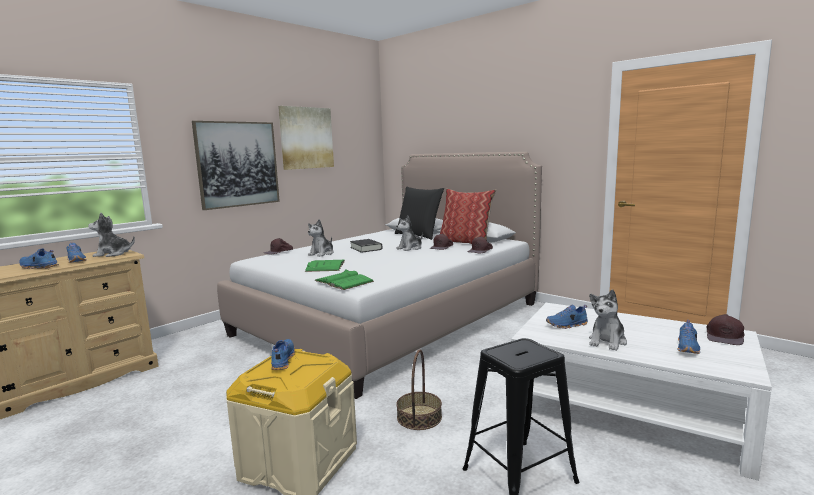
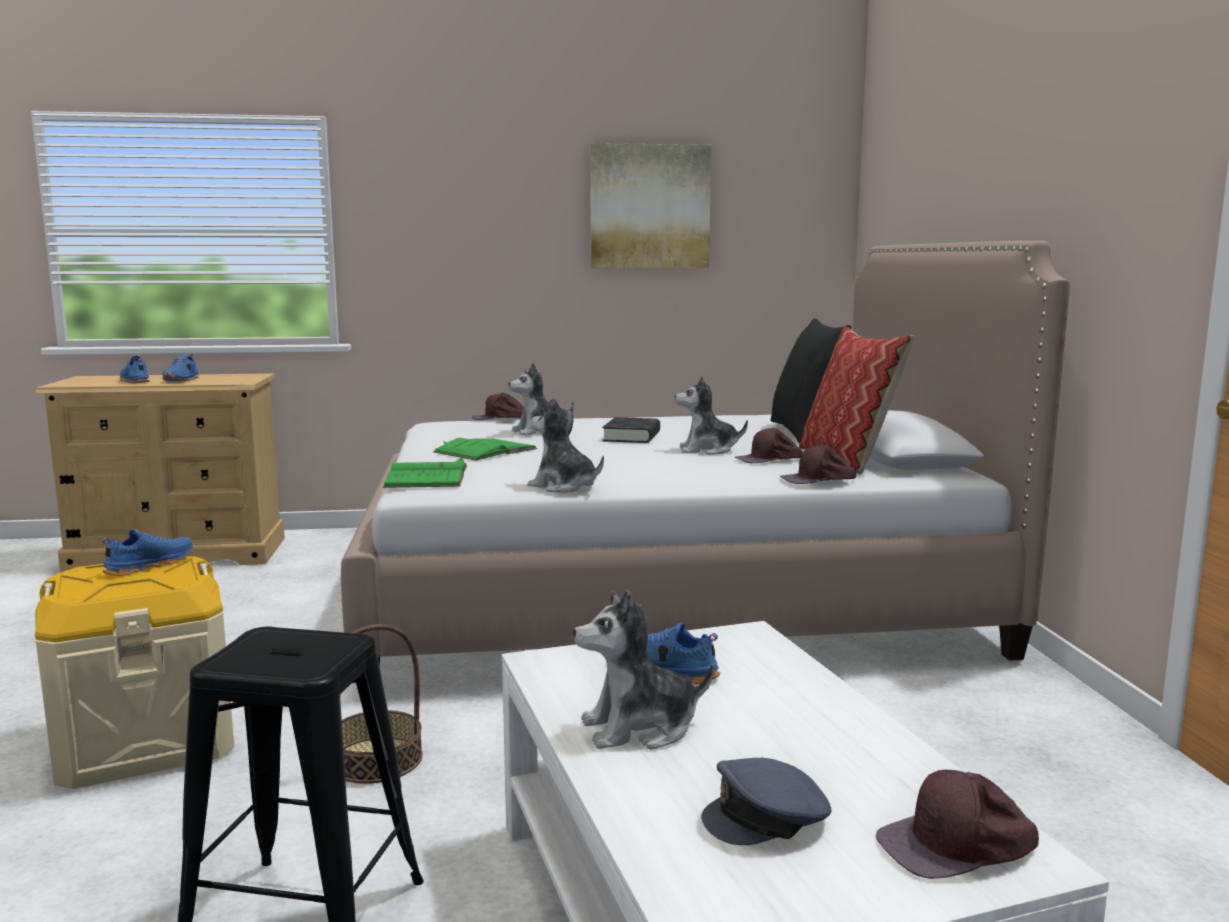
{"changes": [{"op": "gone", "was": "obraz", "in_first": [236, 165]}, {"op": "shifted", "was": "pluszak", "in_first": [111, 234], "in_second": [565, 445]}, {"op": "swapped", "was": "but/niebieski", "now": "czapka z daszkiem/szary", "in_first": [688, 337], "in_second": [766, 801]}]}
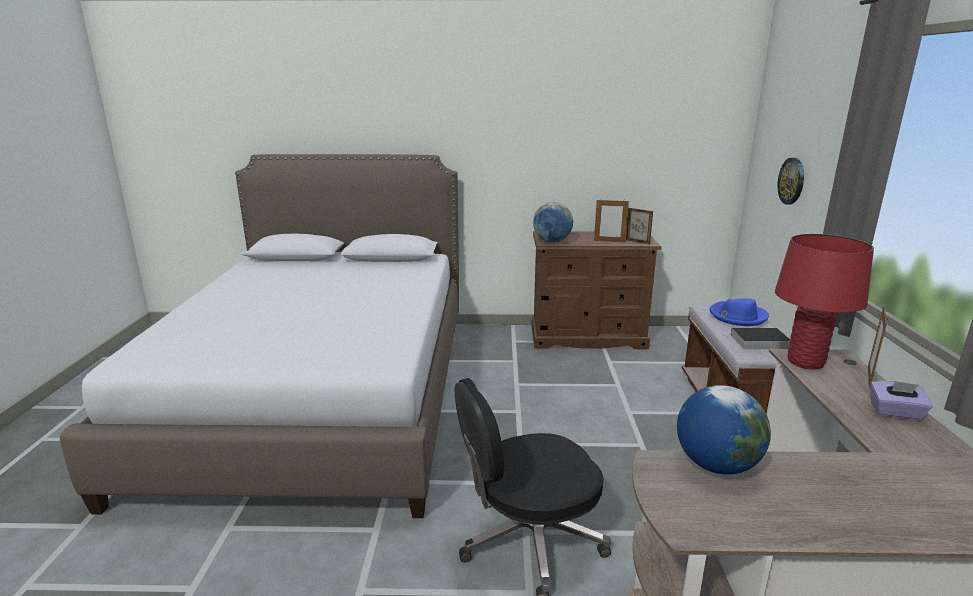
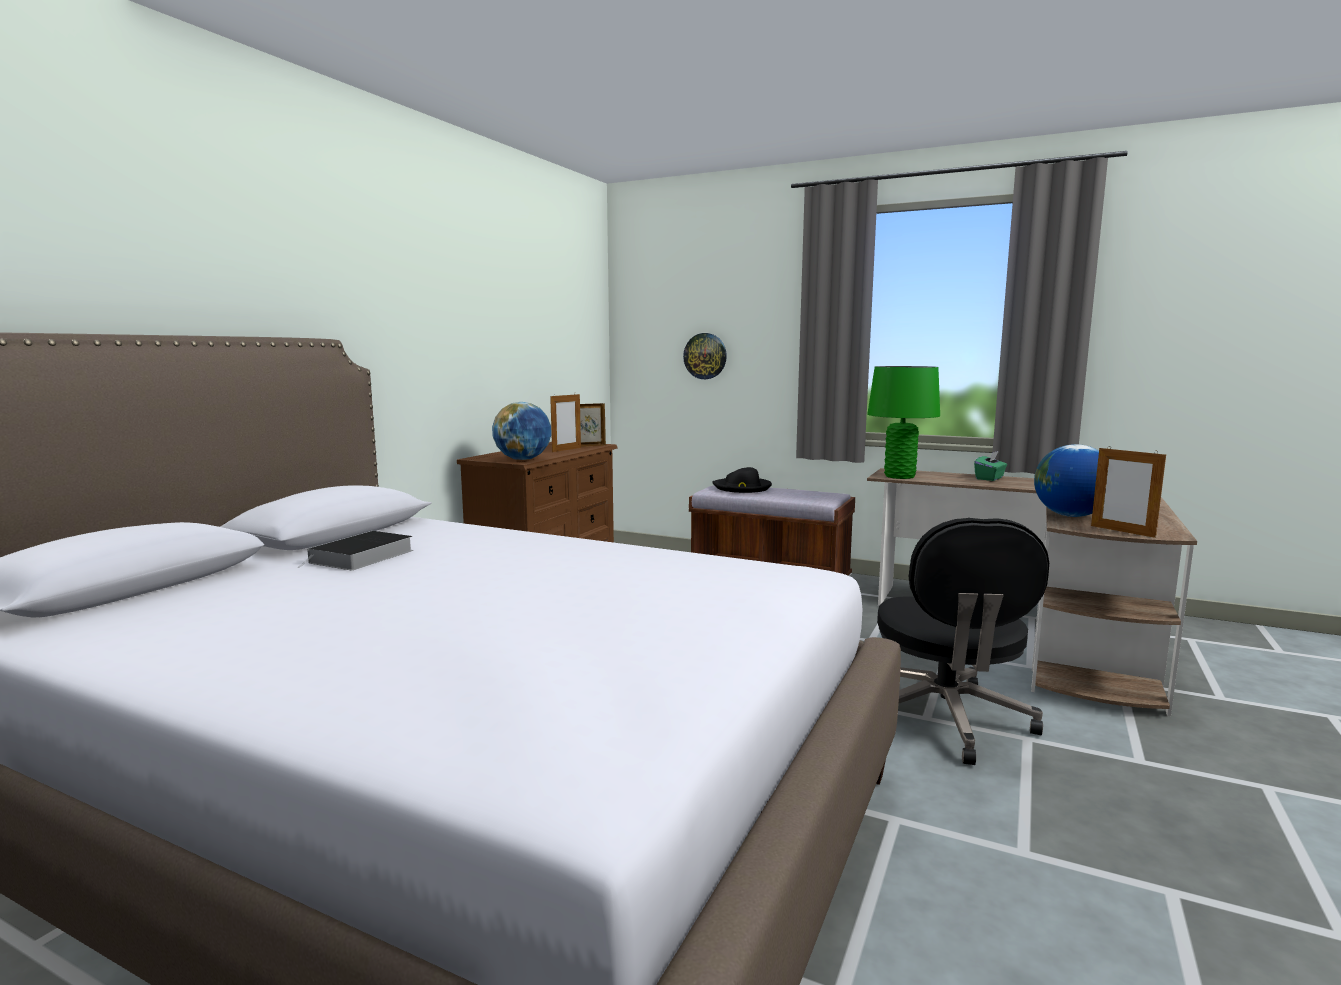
{"changes": [{"op": "shifted", "was": "książka", "in_first": [757, 339], "in_second": [355, 550]}, {"op": "shifted", "was": "ramka na zdjęcie", "in_first": [877, 347], "in_second": [1128, 492]}, {"op": "repainted", "was": "kapelusz/niebieski", "now": "kapelusz/czarny", "in_first": [739, 312], "in_second": [742, 480]}, {"op": "repainted", "was": "lampa stołowa/czerwony", "now": "lampa stołowa/zielony", "in_first": [824, 302], "in_second": [903, 422]}, {"op": "repainted", "was": "pudełko chusteczek/fioletowy", "now": "pudełko chusteczek/zielony", "in_first": [901, 400], "in_second": [990, 466]}]}
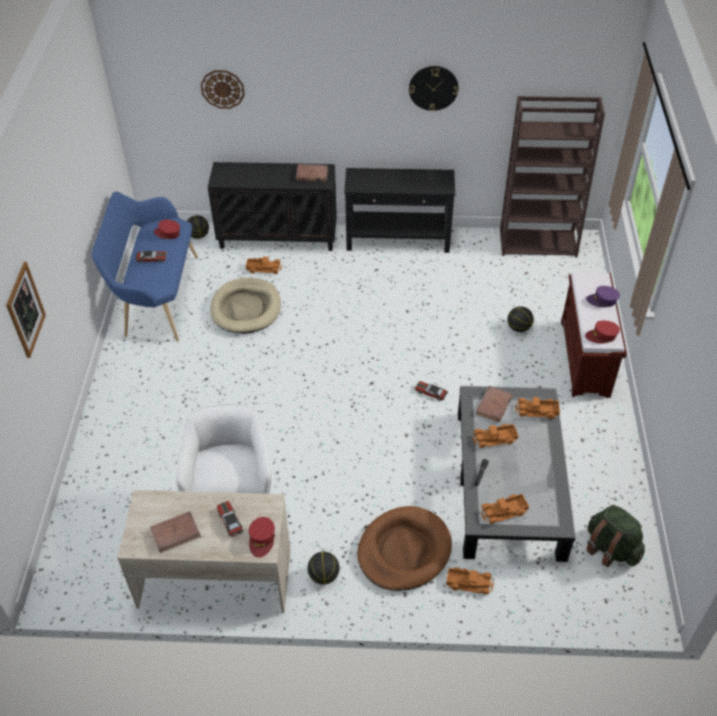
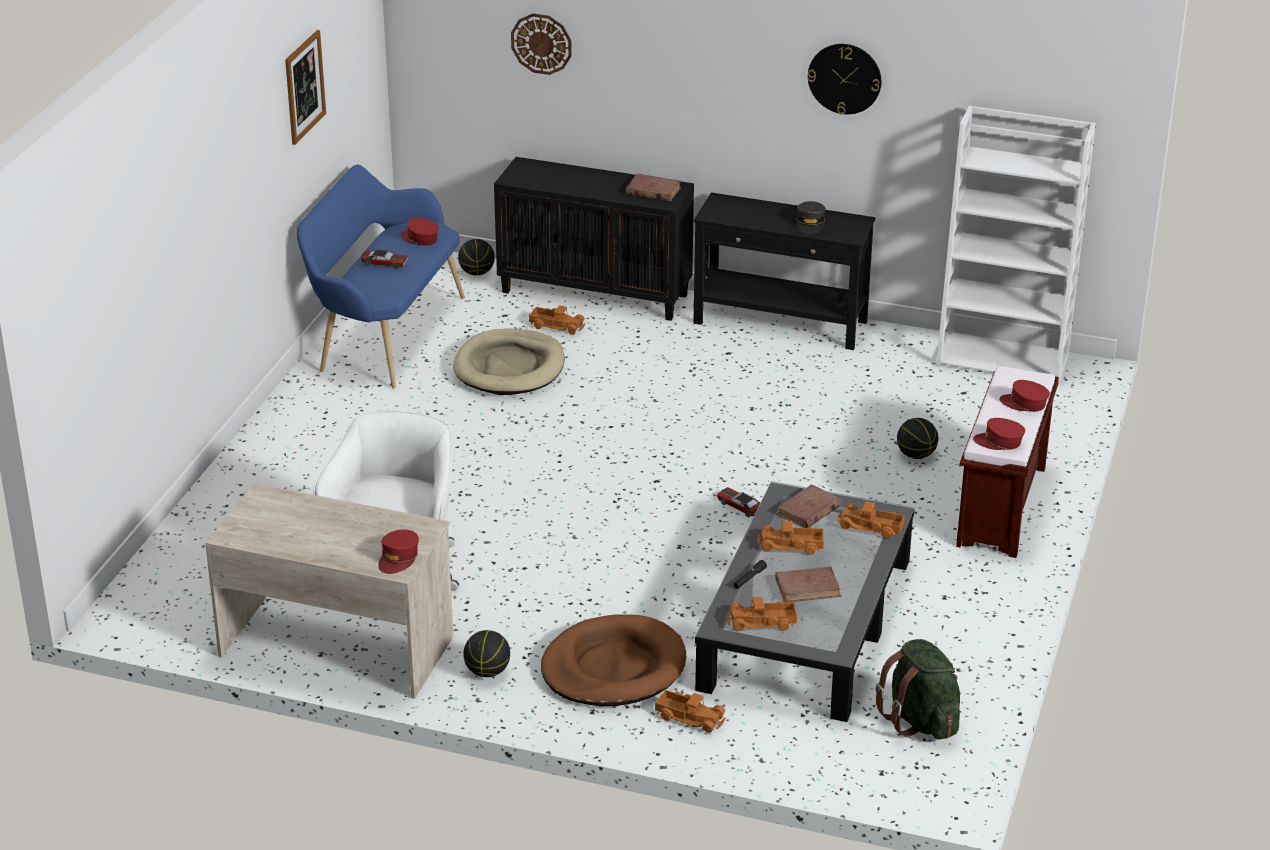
{"changes": [{"op": "gone", "was": "samochodzik", "in_first": [230, 519]}, {"op": "new", "now": "czapka z daszkiem/szary", "in_second": [811, 217]}, {"op": "shifted", "was": "obraz", "in_first": [26, 310], "in_second": [305, 87]}, {"op": "shifted", "was": "książka/brązowy", "in_first": [175, 532], "in_second": [808, 584]}, {"op": "repainted", "was": "regał/brązowy", "now": "regał/biały", "in_first": [552, 177], "in_second": [1016, 245]}, {"op": "repainted", "was": "czapka z daszkiem/fioletowy", "now": "czapka z daszkiem/czerwony", "in_first": [603, 296], "in_second": [1024, 396]}]}
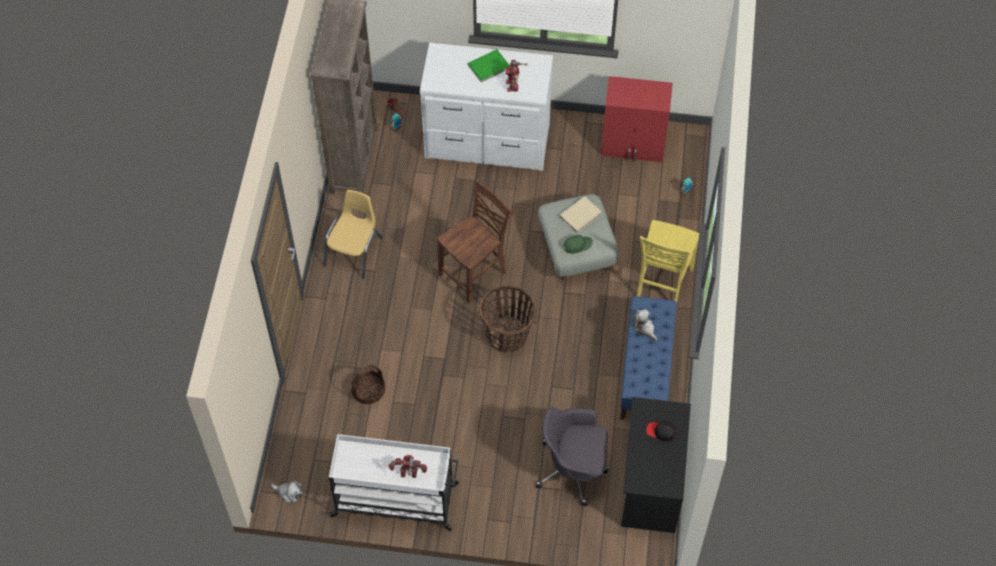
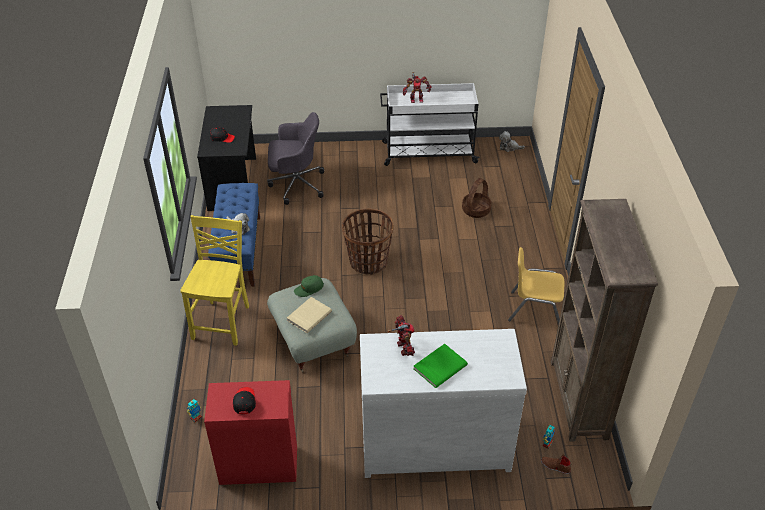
{"changes": [{"op": "gone", "was": "krzesło/brązowy", "in_first": [474, 242]}, {"op": "new", "now": "czapka z daszkiem/czarny", "in_second": [244, 400]}, {"op": "rotated", "was": "krzesło/żółty", "in_first": [353, 234], "in_second": [536, 286], "clockwise": 90}]}
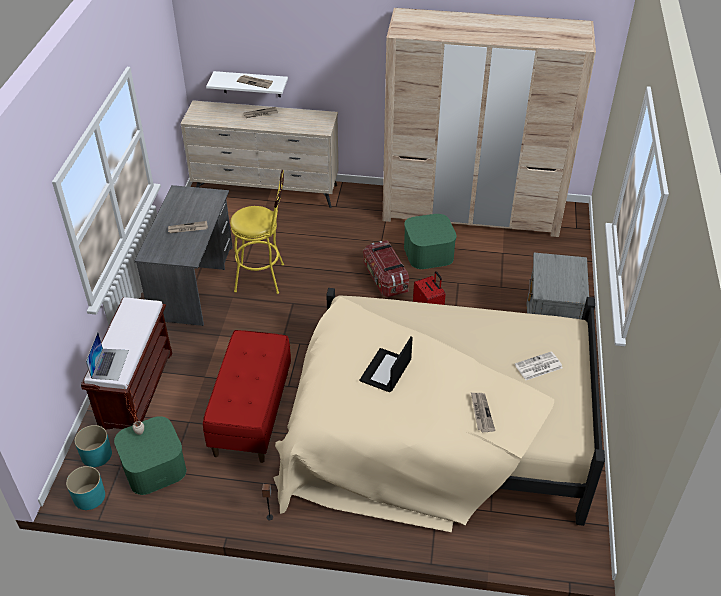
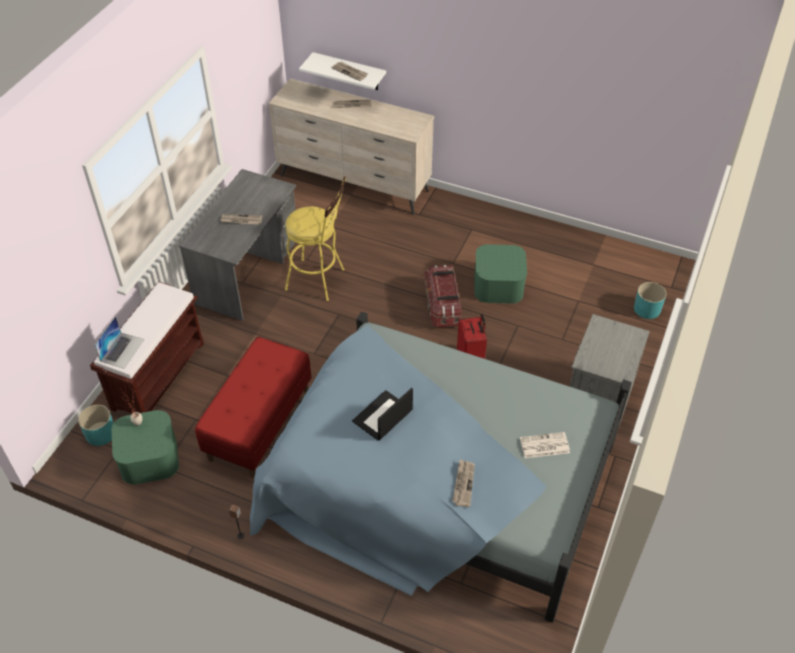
{"changes": [{"op": "gone", "was": "szafa/beżowy", "in_first": [489, 122]}, {"op": "shifted", "was": "donica/turkusowy", "in_first": [85, 488], "in_second": [650, 300]}, {"op": "repainted", "was": "łóżko/beżowy", "now": "łóżko/niebieski", "in_first": [439, 410], "in_second": [441, 467]}]}
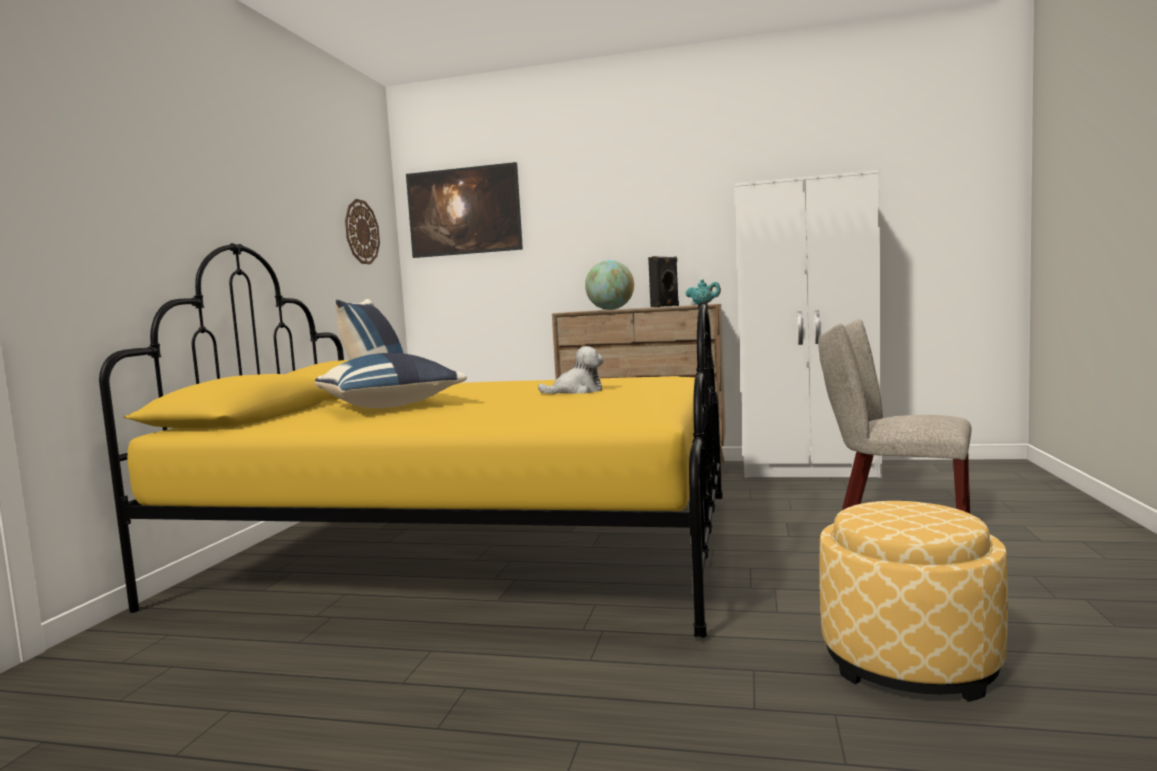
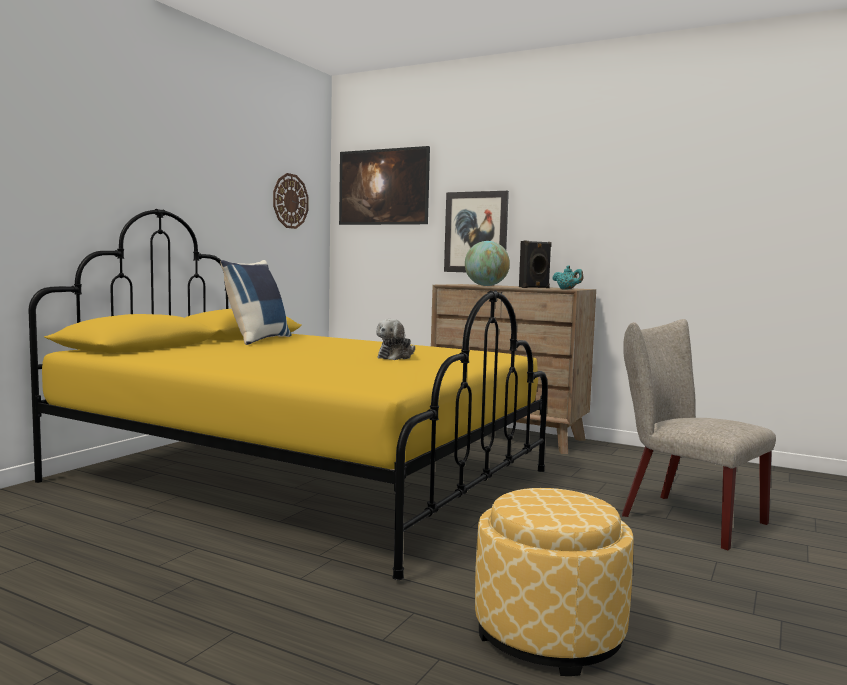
{"changes": [{"op": "gone", "was": "poduszka/niebieski", "in_first": [391, 380]}, {"op": "gone", "was": "szafa/biały", "in_first": [808, 324]}, {"op": "new", "now": "obraz", "in_second": [476, 231]}, {"op": "rotated", "was": "pluszak", "in_first": [571, 370], "in_second": [395, 339], "clockwise": 120}]}
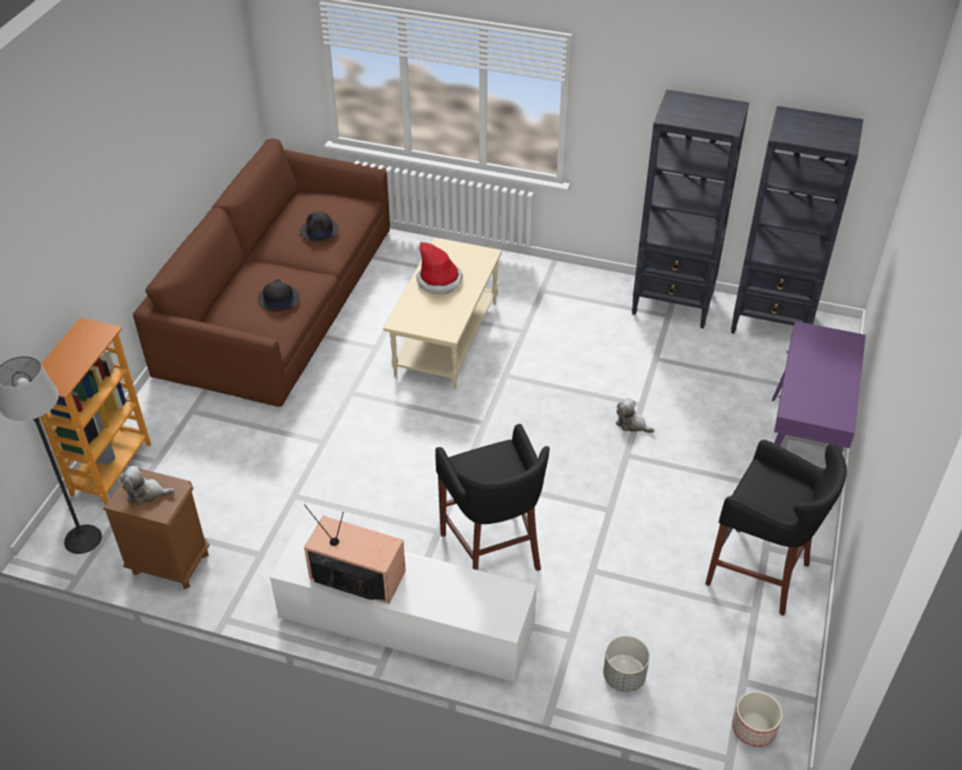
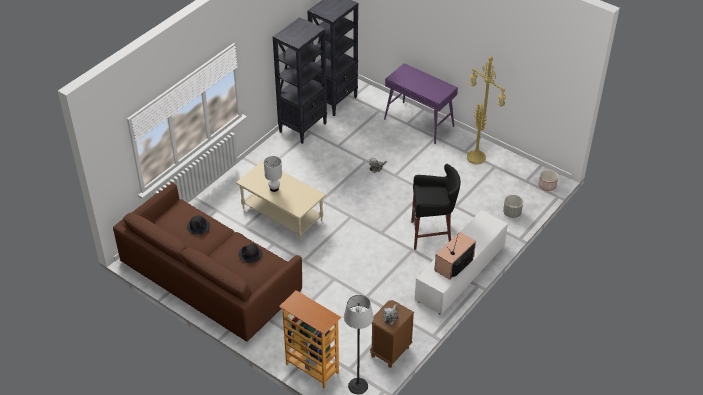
{"changes": [{"op": "swapped", "was": "kapelusz", "now": "lampa stołowa/biały", "in_first": [439, 268], "in_second": [273, 174]}, {"op": "swapped", "was": "stołek/czarny", "now": "lampa stojąca/żółty", "in_first": [776, 528], "in_second": [486, 110]}]}
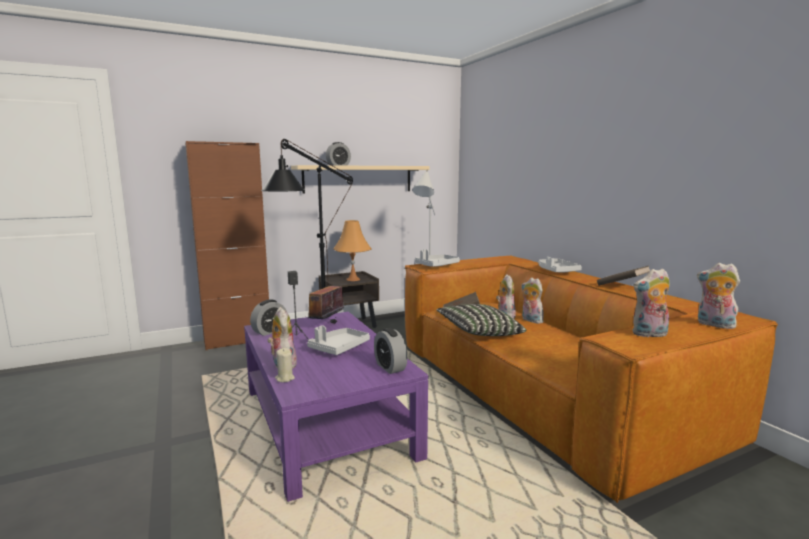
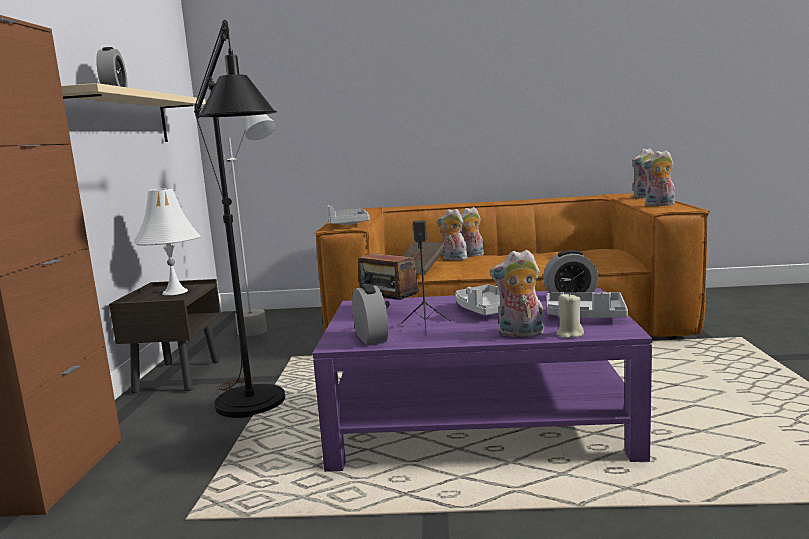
{"changes": [{"op": "gone", "was": "poduszka", "in_first": [481, 320]}, {"op": "gone", "was": "książka/brązowy", "in_first": [623, 276]}, {"op": "shifted", "was": "taca/szary", "in_first": [560, 265], "in_second": [587, 305]}, {"op": "repainted", "was": "lampa stołowa/pomarańczowy", "now": "lampa stołowa/biały", "in_first": [352, 250], "in_second": [167, 241]}, {"op": "rotated", "was": "pluszak", "in_first": [651, 302], "in_second": [658, 178], "clockwise": 75}]}
